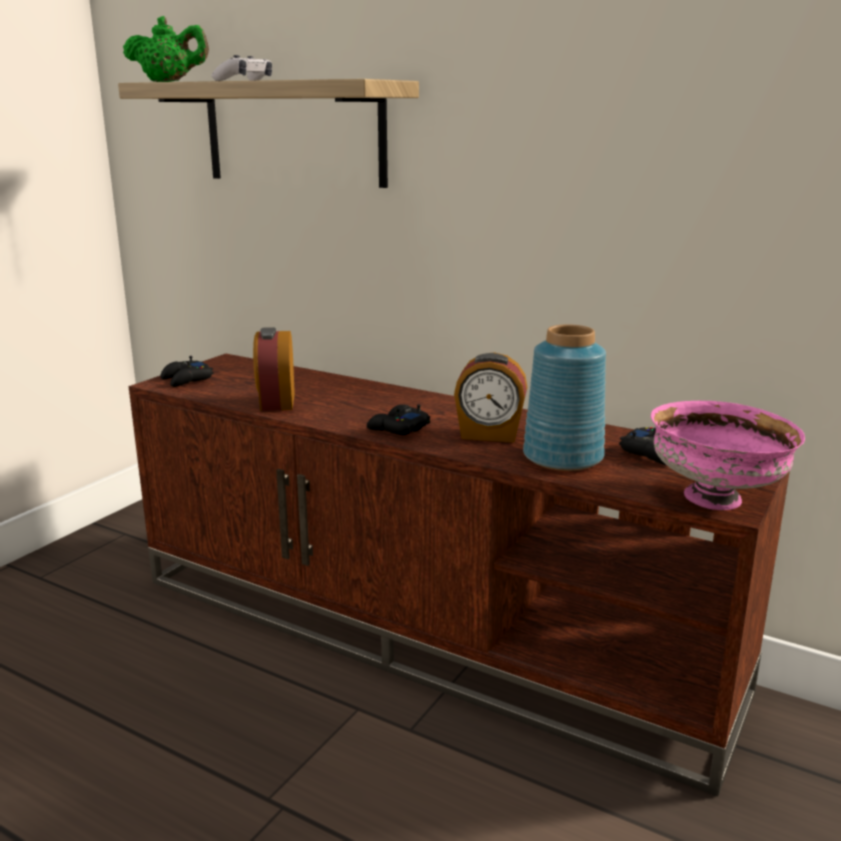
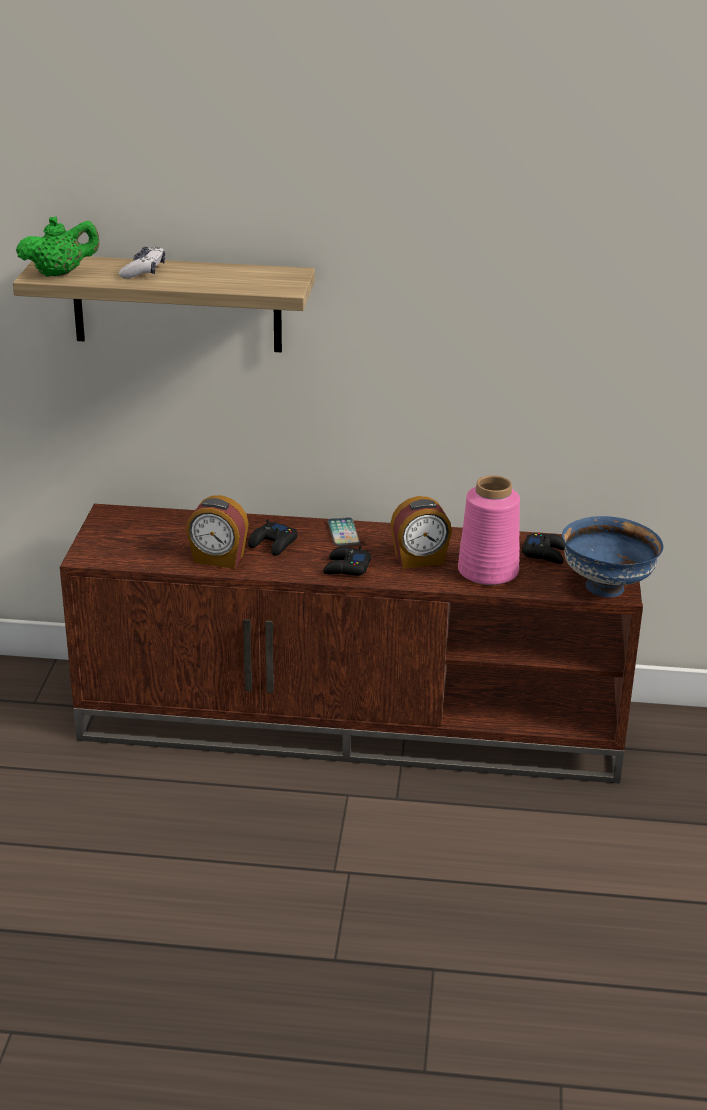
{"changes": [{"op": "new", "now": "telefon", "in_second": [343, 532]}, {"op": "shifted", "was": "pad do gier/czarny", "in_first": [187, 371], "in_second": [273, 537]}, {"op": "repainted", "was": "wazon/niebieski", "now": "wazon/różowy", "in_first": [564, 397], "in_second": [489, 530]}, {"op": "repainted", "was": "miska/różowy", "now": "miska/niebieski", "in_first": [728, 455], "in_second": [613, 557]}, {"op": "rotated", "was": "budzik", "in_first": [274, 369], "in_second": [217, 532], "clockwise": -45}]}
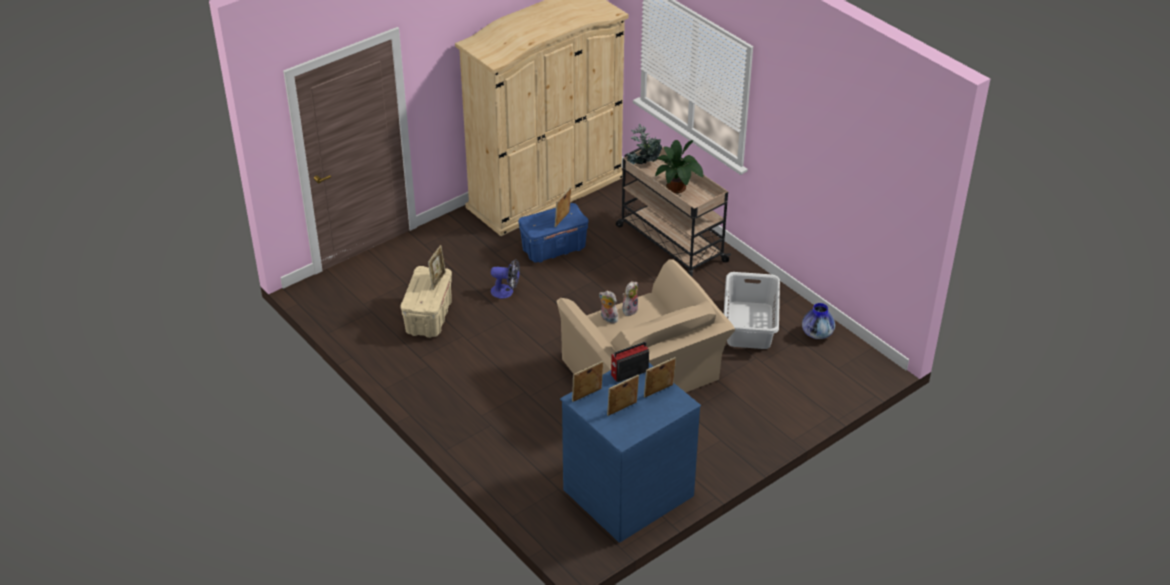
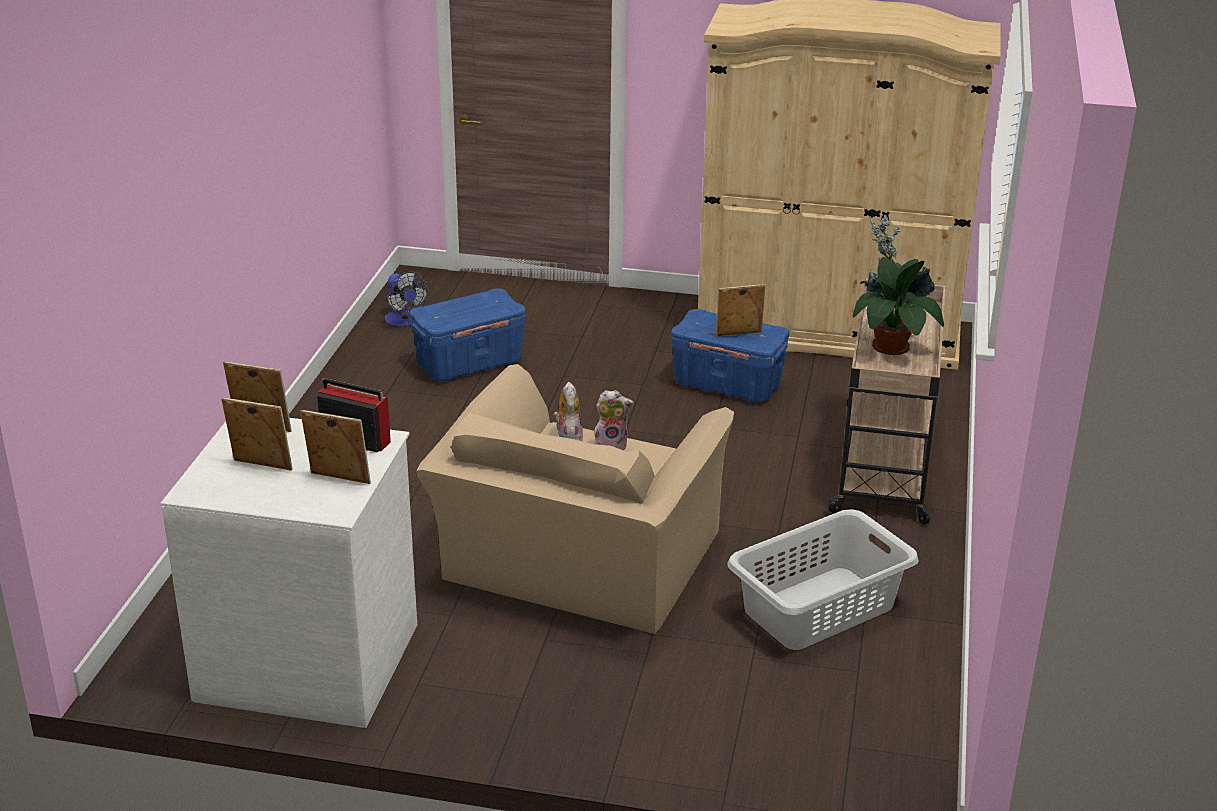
{"changes": [{"op": "gone", "was": "ramka na zdjęcie", "in_first": [437, 267]}, {"op": "gone", "was": "wazon", "in_first": [818, 321]}, {"op": "shifted", "was": "wentylator", "in_first": [505, 279], "in_second": [407, 298]}, {"op": "repainted", "was": "pojemnik do przechowywania/beżowy", "now": "pojemnik do przechowywania/niebieski", "in_first": [426, 302], "in_second": [468, 335]}, {"op": "repainted", "was": "komoda/niebieski", "now": "komoda/biały", "in_first": [630, 453], "in_second": [289, 573]}]}
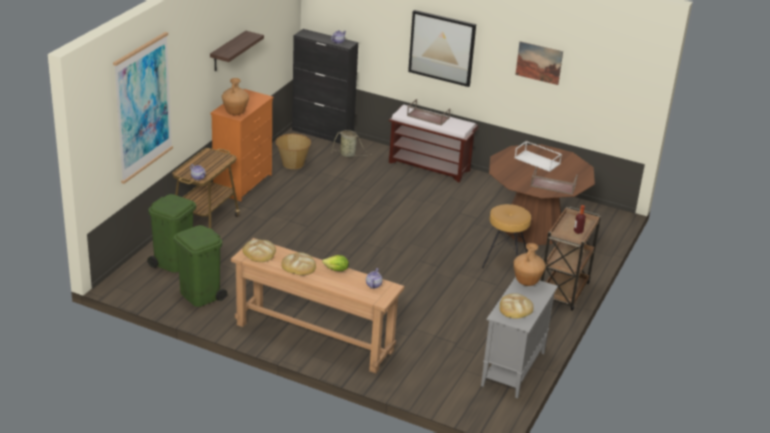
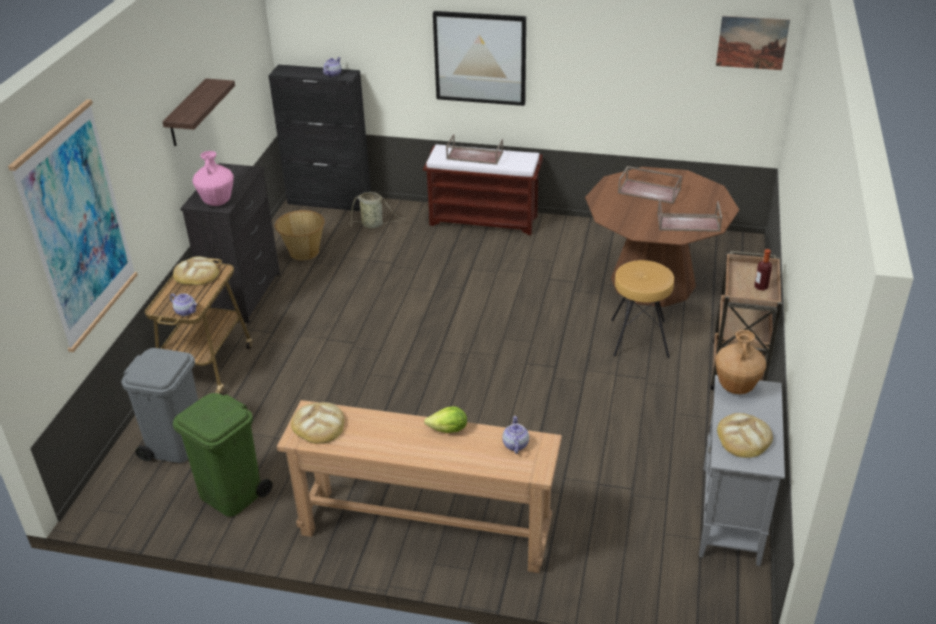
{"changes": [{"op": "shifted", "was": "chleb", "in_first": [298, 263], "in_second": [196, 270]}, {"op": "shifted", "was": "obraz", "in_first": [539, 63], "in_second": [753, 43]}, {"op": "repainted", "was": "kosz na śmieci/zielony", "now": "kosz na śmieci/szary", "in_first": [171, 233], "in_second": [159, 405]}, {"op": "repainted", "was": "komoda/pomarańczowy", "now": "komoda/czarny", "in_first": [241, 145], "in_second": [230, 243]}, {"op": "repainted", "was": "wazon/brązowy", "now": "wazon/różowy", "in_first": [235, 96], "in_second": [213, 178]}, {"op": "repainted", "was": "taca/biały", "now": "taca/brązowy", "in_first": [538, 156], "in_second": [650, 185]}]}
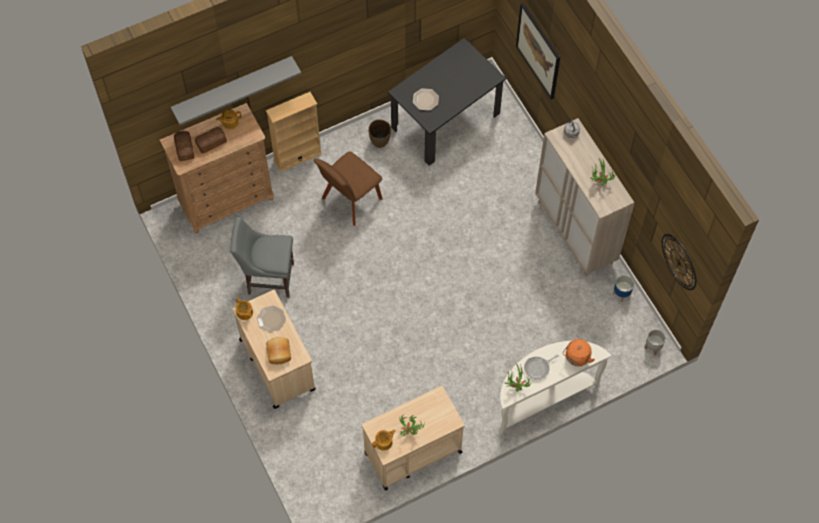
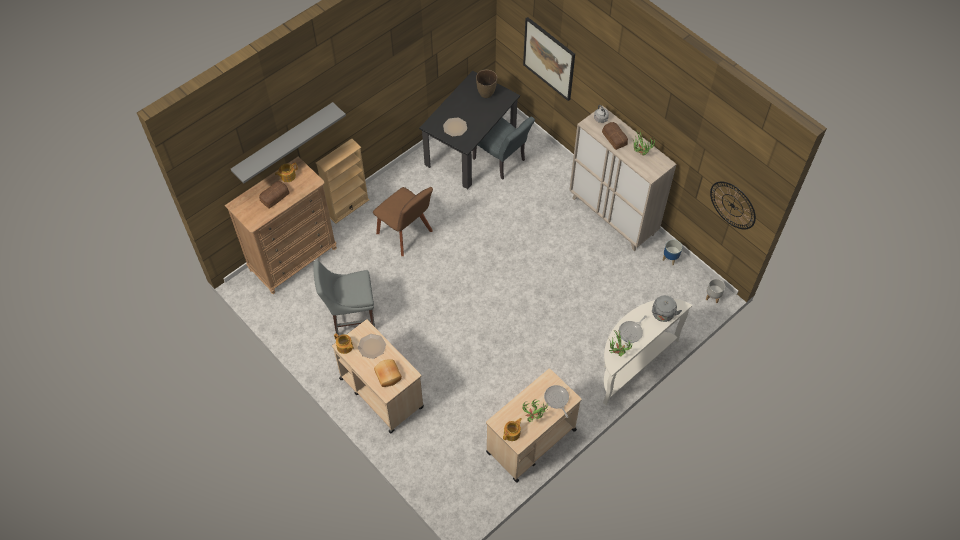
{"changes": [{"op": "new", "now": "krzesło/szary", "in_second": [504, 148]}, {"op": "new", "now": "patelnia", "in_second": [556, 401]}, {"op": "shifted", "was": "chleb", "in_first": [184, 146], "in_second": [615, 136]}, {"op": "shifted", "was": "wazon/brązowy", "in_first": [379, 133], "in_second": [486, 84]}, {"op": "repainted", "was": "czajnik/pomarańczowy", "now": "czajnik/szary", "in_first": [579, 353], "in_second": [667, 308]}, {"op": "rotated", "was": "krzesło/brązowy", "in_first": [348, 189], "in_second": [403, 221], "clockwise": -75}]}
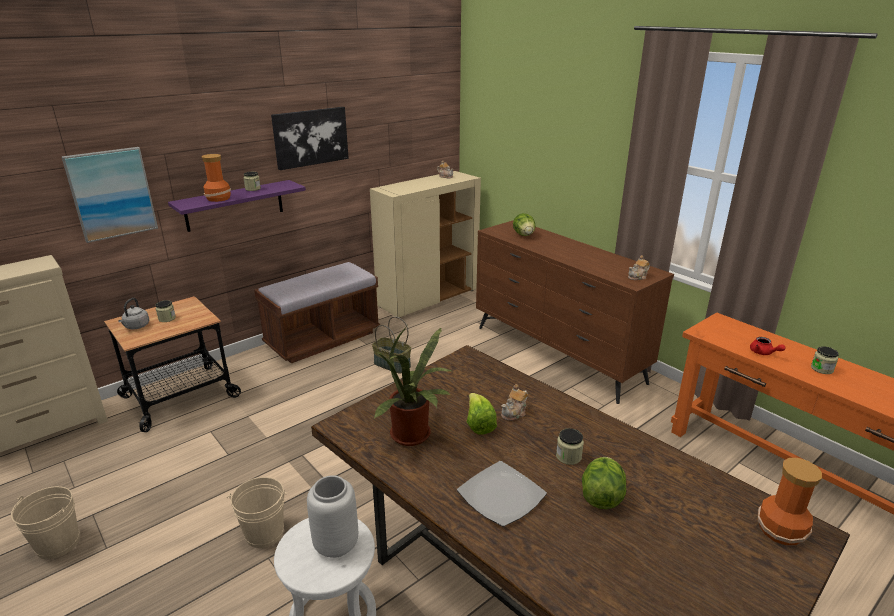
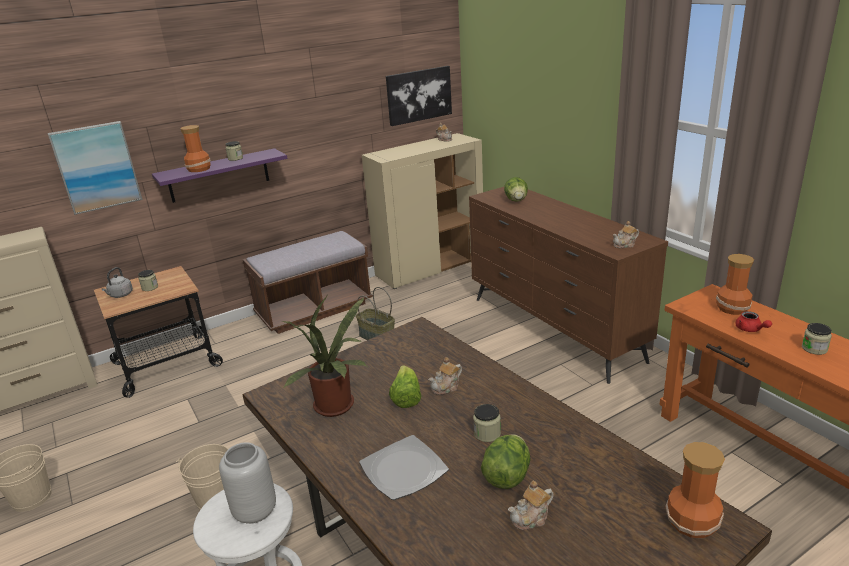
{"changes": [{"op": "new", "now": "imbryk", "in_second": [531, 505]}, {"op": "new", "now": "wazon", "in_second": [735, 284]}, {"op": "shifted", "was": "obraz", "in_first": [310, 138], "in_second": [419, 96]}]}
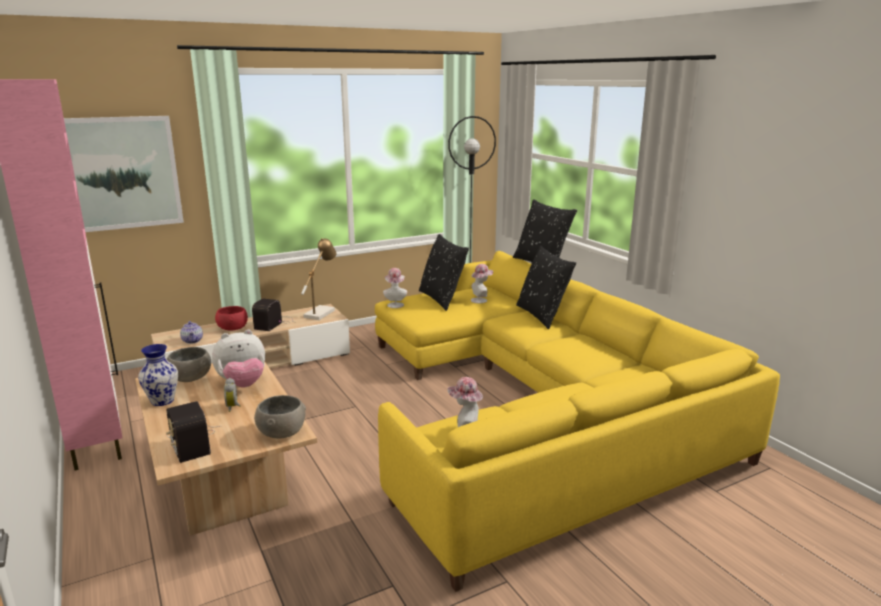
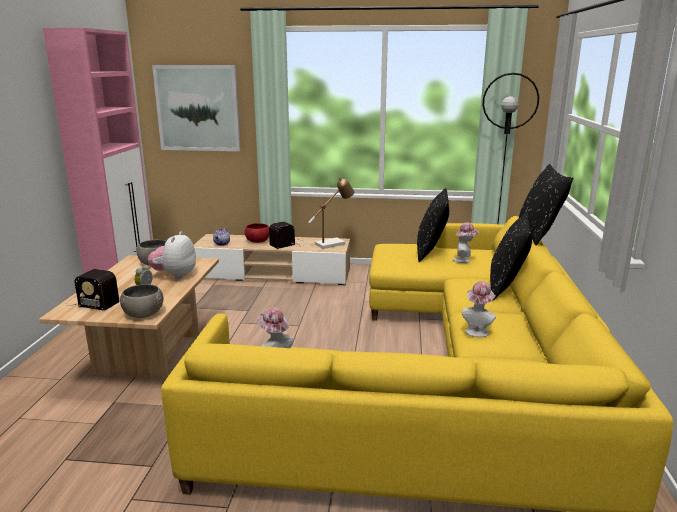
{"changes": [{"op": "gone", "was": "wazon", "in_first": [158, 375]}, {"op": "shifted", "was": "kapelusz", "in_first": [395, 288], "in_second": [479, 309]}, {"op": "rotated", "was": "radio", "in_first": [193, 432], "in_second": [93, 290], "clockwise": -75}, {"op": "rotated", "was": "pluszak", "in_first": [238, 359], "in_second": [172, 255], "clockwise": 90}]}
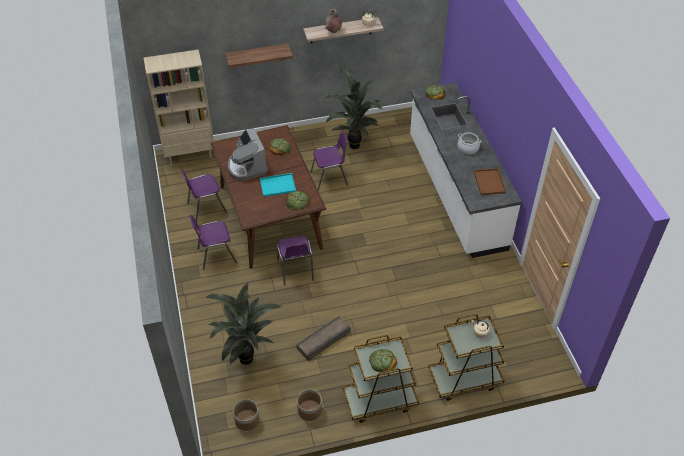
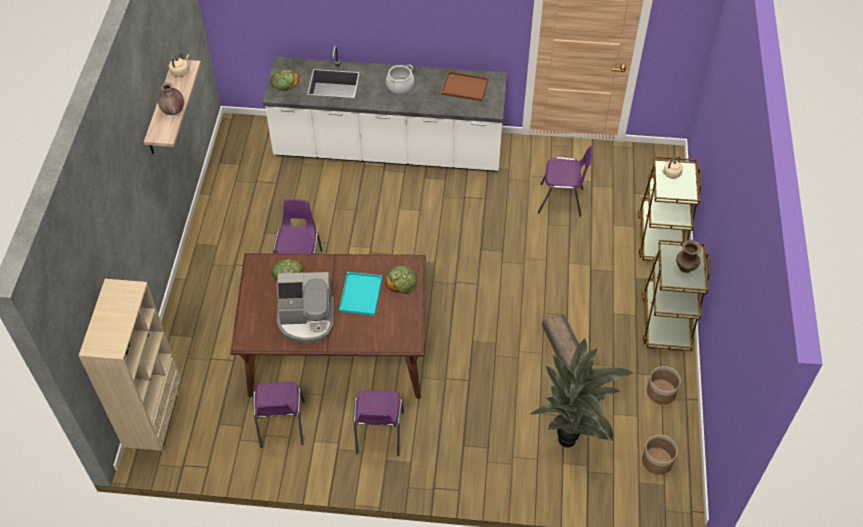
{"changes": [{"op": "gone", "was": "półka", "in_first": [259, 55]}, {"op": "gone", "was": "roślina doniczkowa", "in_first": [353, 109]}, {"op": "shifted", "was": "krzesło/fioletowy", "in_first": [295, 261], "in_second": [565, 181]}, {"op": "swapped", "was": "chleb", "now": "wazon/brązowy", "in_first": [383, 360], "in_second": [688, 256]}]}
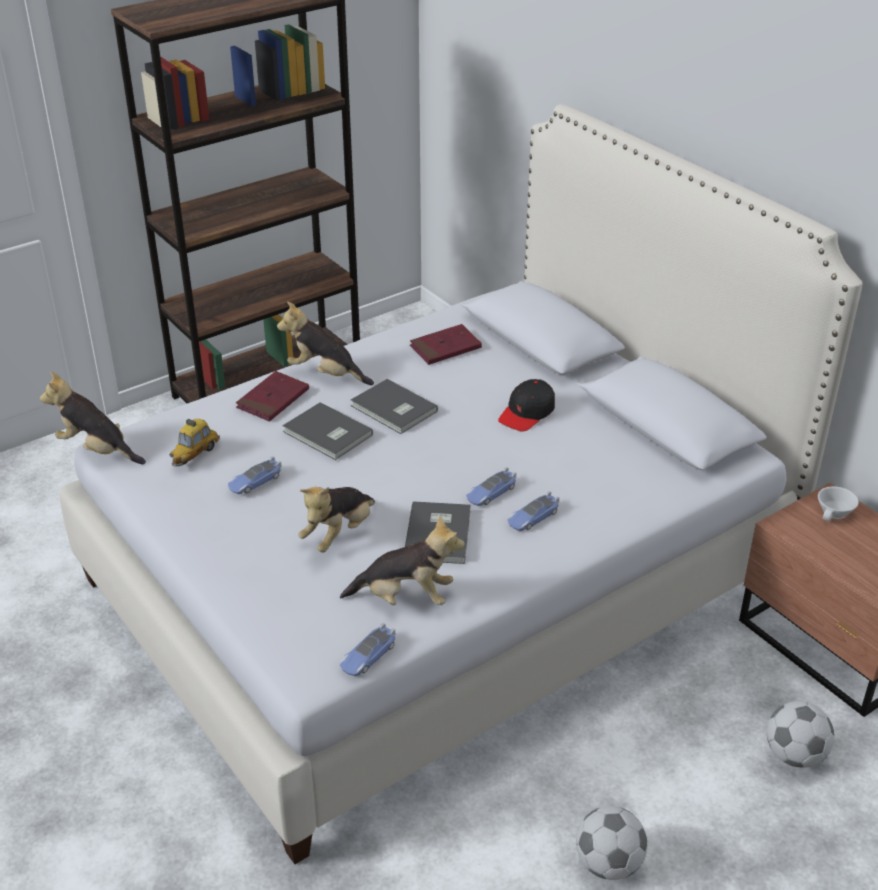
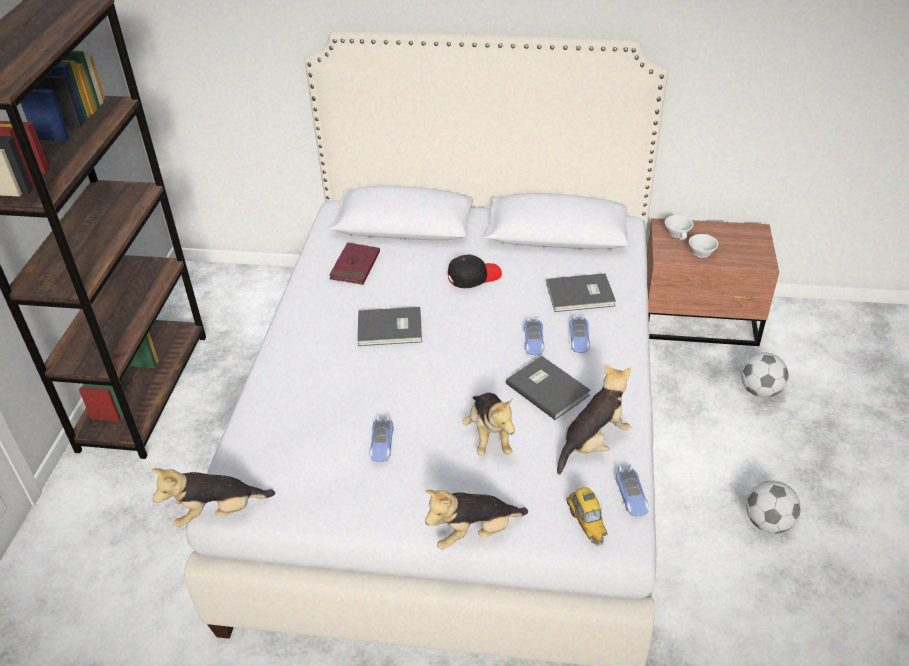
{"changes": [{"op": "gone", "was": "książka/czerwony", "in_first": [272, 396]}, {"op": "new", "now": "filiżanka/biały", "in_second": [703, 246]}, {"op": "shifted", "was": "samochodzik", "in_first": [195, 443], "in_second": [586, 516]}, {"op": "shifted", "was": "pluszak", "in_first": [325, 343], "in_second": [476, 519]}, {"op": "shifted", "was": "książka/szary", "in_first": [328, 431], "in_second": [581, 292]}, {"op": "rotated", "was": "czapka z daszkiem/czarny", "in_first": [526, 405], "in_second": [475, 271], "clockwise": -105}]}
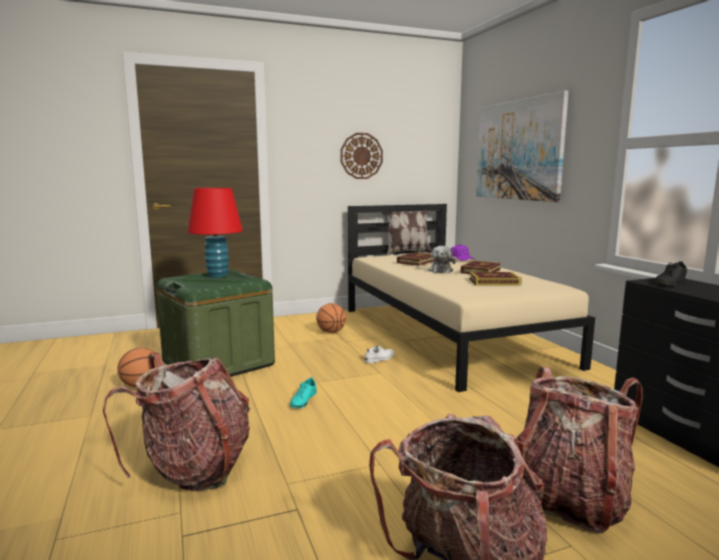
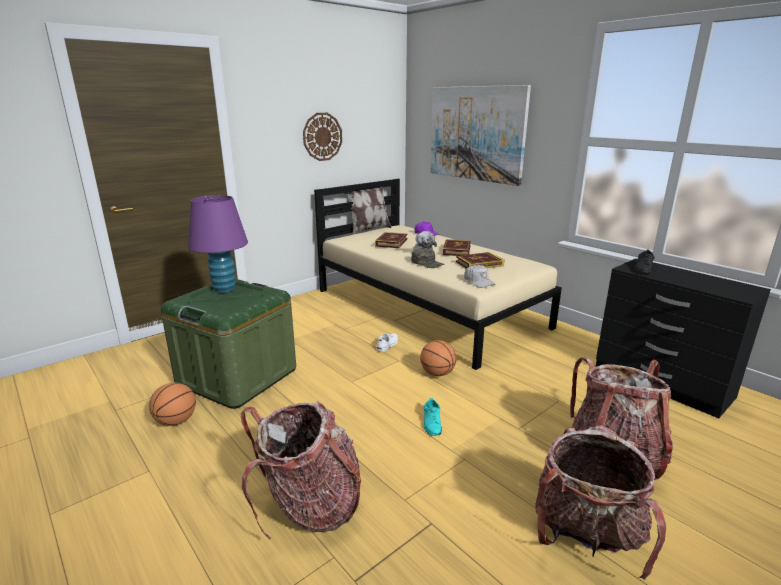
{"changes": [{"op": "new", "now": "czapka z daszkiem/zielony", "in_second": [428, 258]}, {"op": "new", "now": "czapka z daszkiem/biały", "in_second": [479, 276]}, {"op": "shifted", "was": "but/turkusowy", "in_first": [303, 392], "in_second": [433, 417]}, {"op": "shifted", "was": "piłka do koszykówki", "in_first": [331, 318], "in_second": [438, 358]}, {"op": "repainted", "was": "lampa stołowa/czerwony", "now": "lampa stołowa/fioletowy", "in_first": [215, 232], "in_second": [218, 244]}]}
